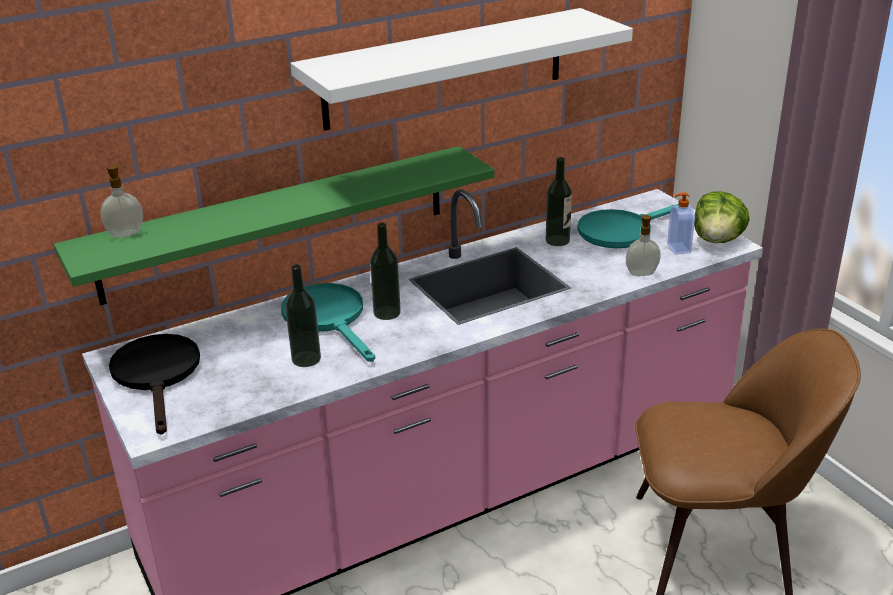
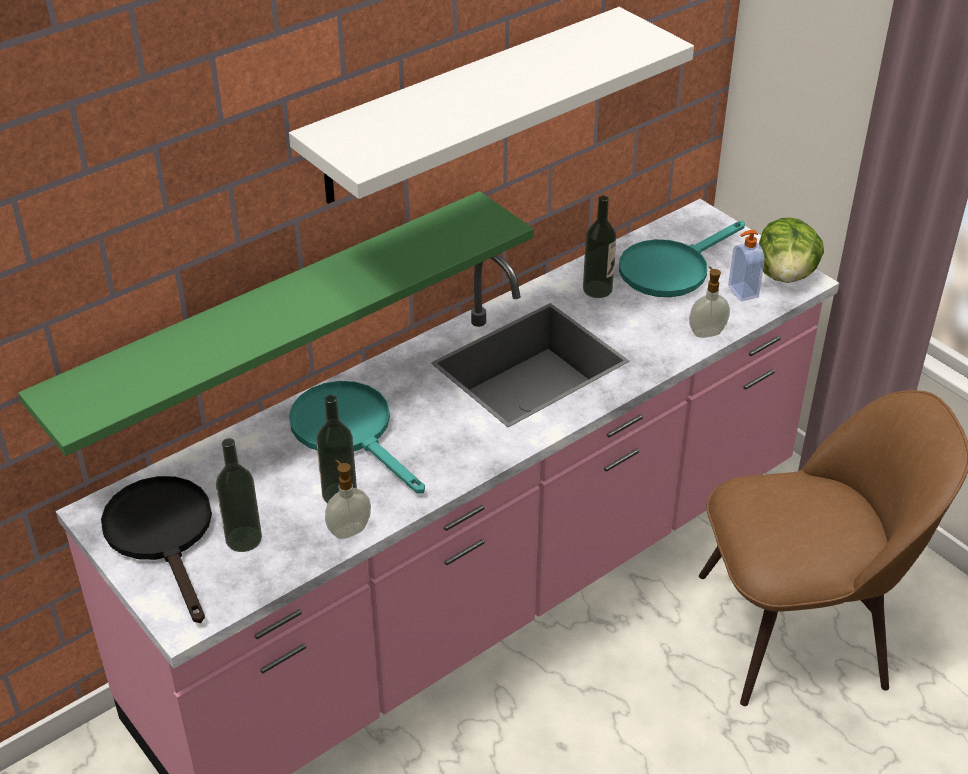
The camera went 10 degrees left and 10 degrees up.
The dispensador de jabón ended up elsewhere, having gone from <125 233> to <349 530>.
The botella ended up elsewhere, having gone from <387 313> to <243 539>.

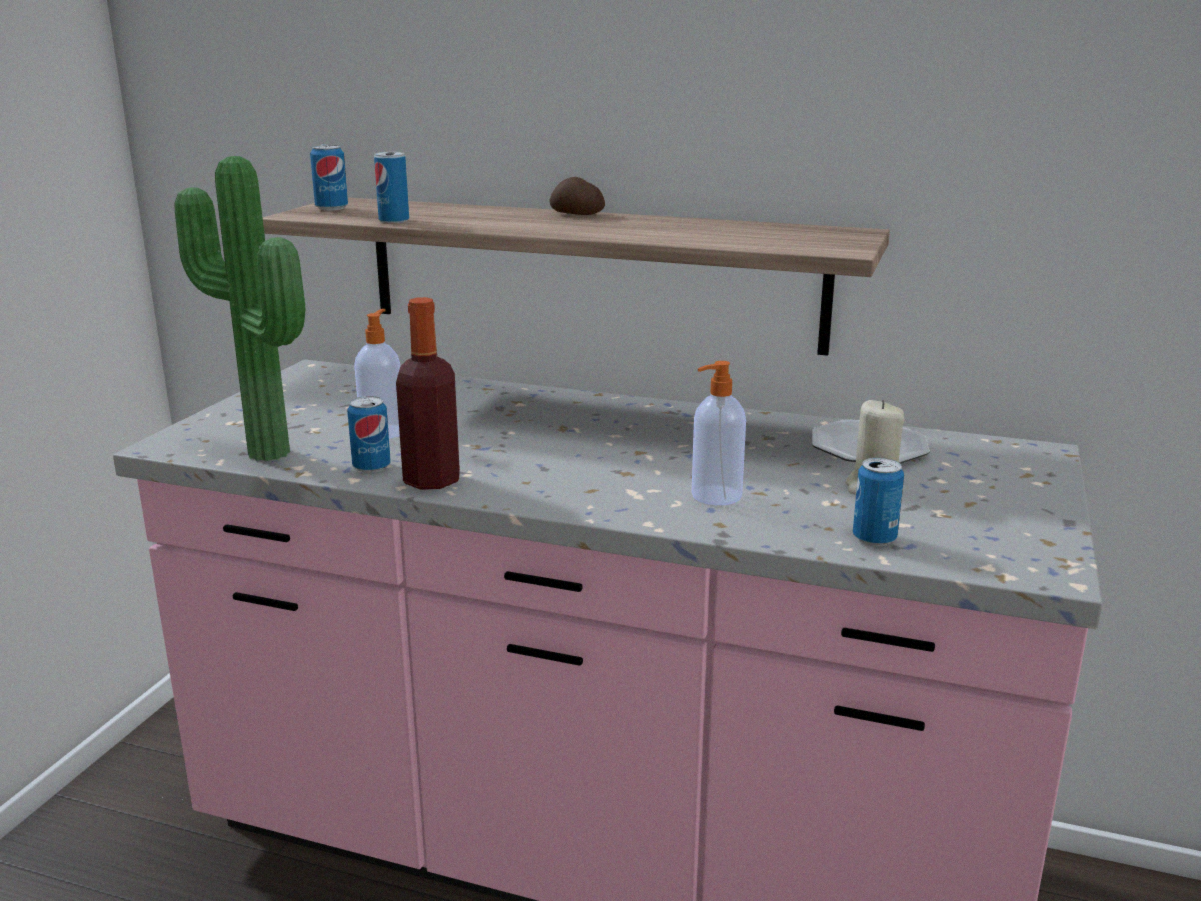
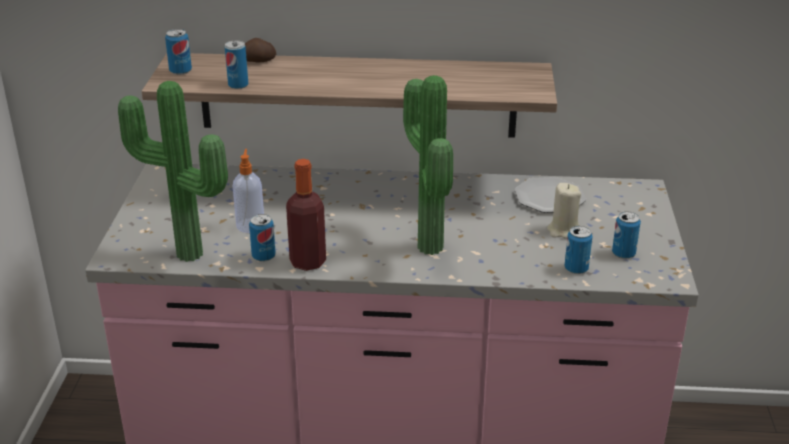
The camera went 15 degrees left and 10 degrees up.
The patata ended up elsewhere, having gone from <577 214> to <258 61>.
The second view lost the dispensador de jabón at <715 496>.
The second view gained the planta en maceta at <425 248>.
The second view gained the lata at <623 254>.

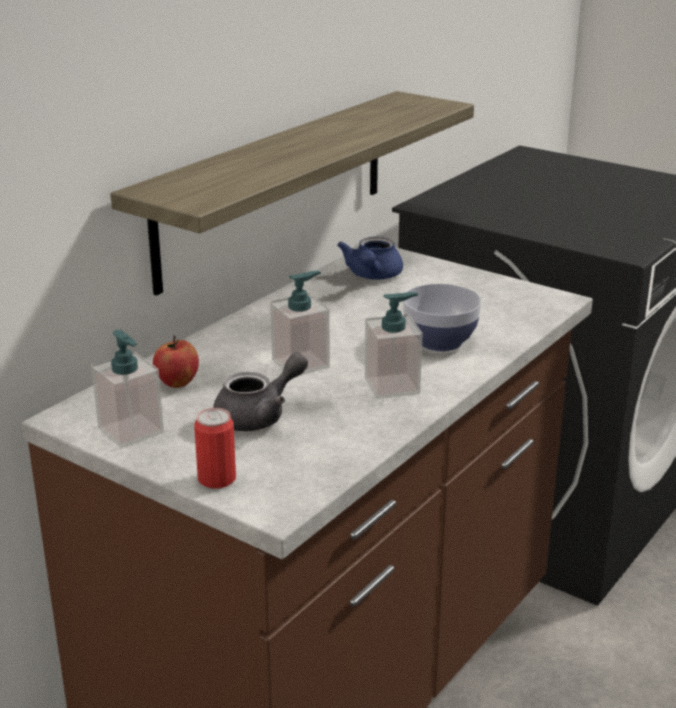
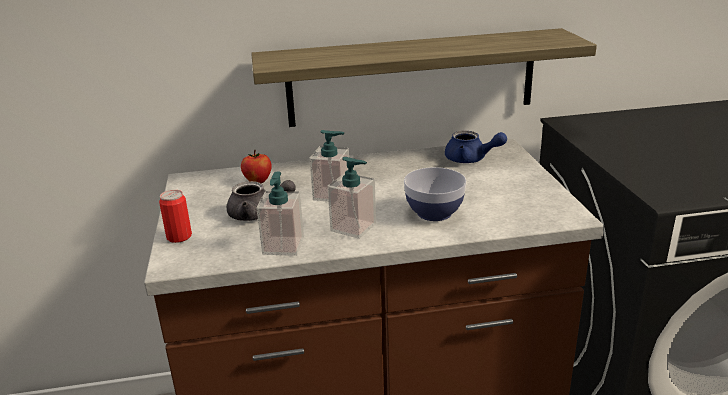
The camera went 45 degrees right and 0 degrees up.
The tetera/azul at <372 276> ended up facing another way, 120 degrees counterclockwise from before.
The dispensador de jabón ended up elsewhere, having gone from <131 431> to <283 246>.

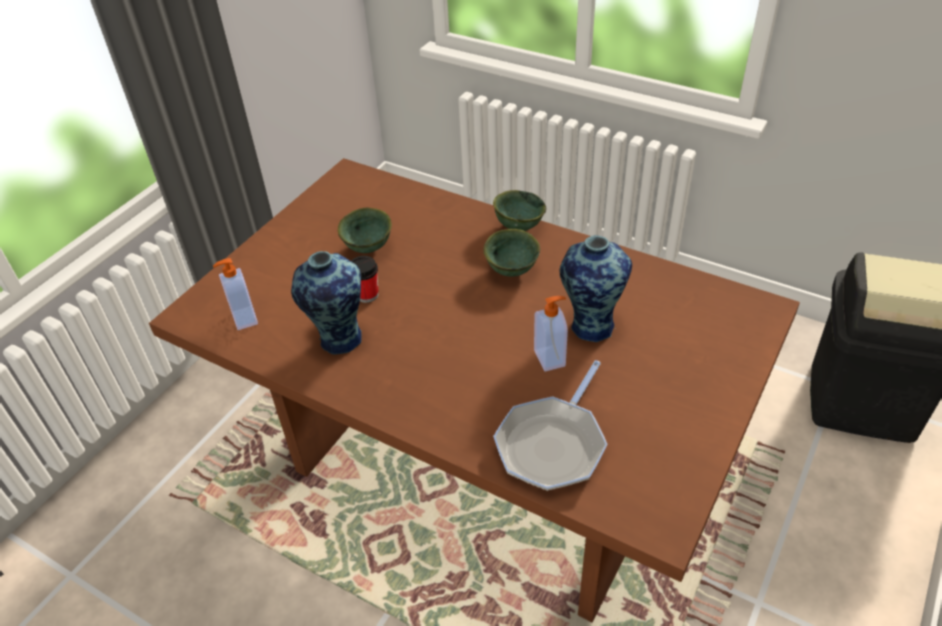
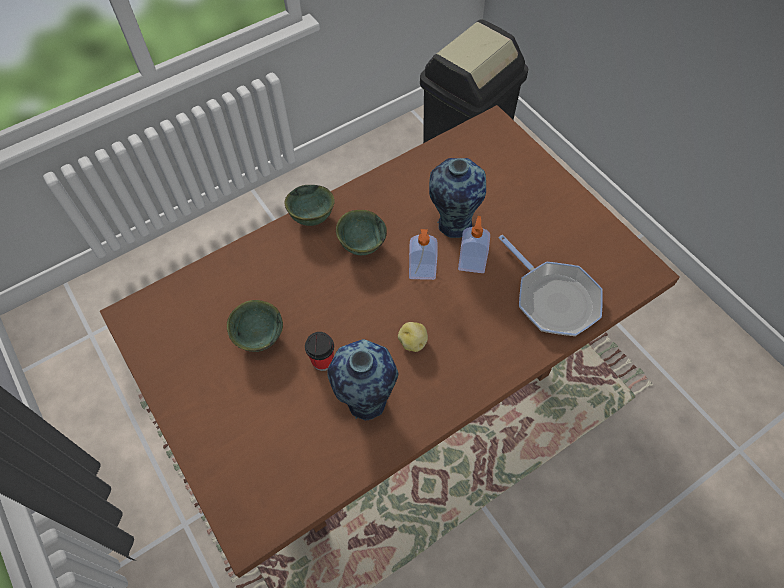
The camera went 65 degrees left and 15 degrees up.
The dispensador de jabón ended up elsewhere, having gone from <243 318> to <422 272>.
The second view gained the patata at <413 342>.

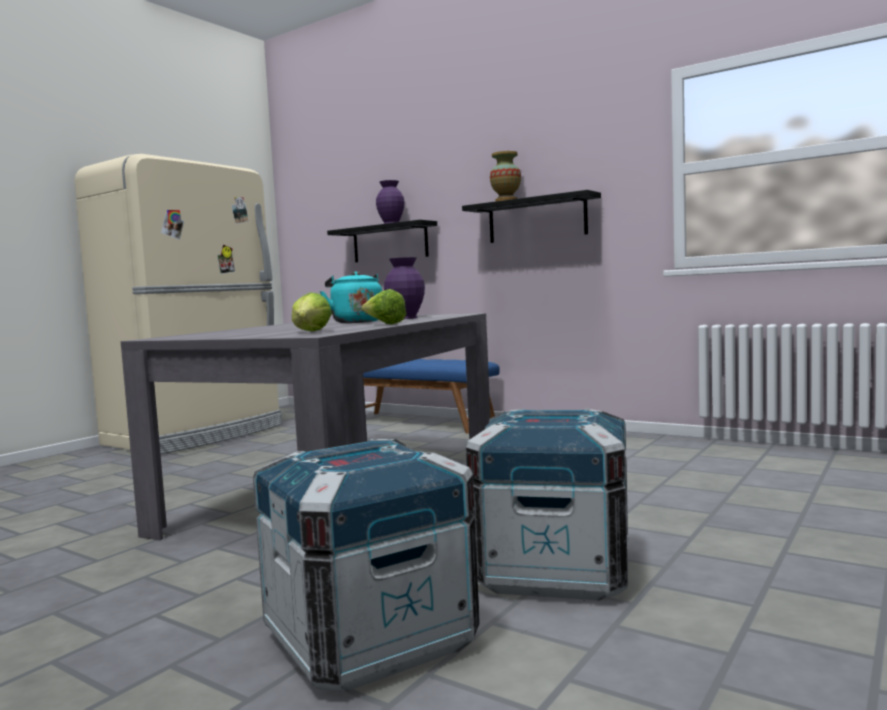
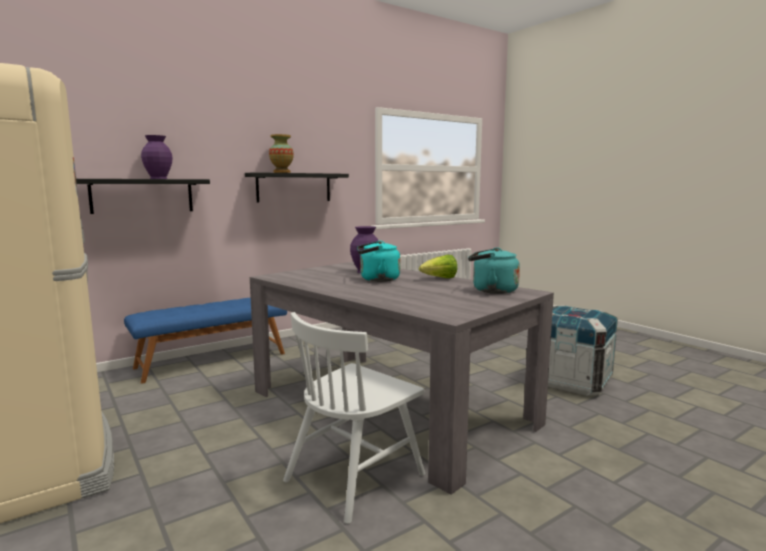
The camera went 70 degrees left and 5 degrees up.
Where the lechuga stood at <310 332>, the hervidor/turquesa came to stand at <491 290>.
The second view lost the caja de embalaje at <370 639>.
The second view gained the silla/blanco at <355 477>.

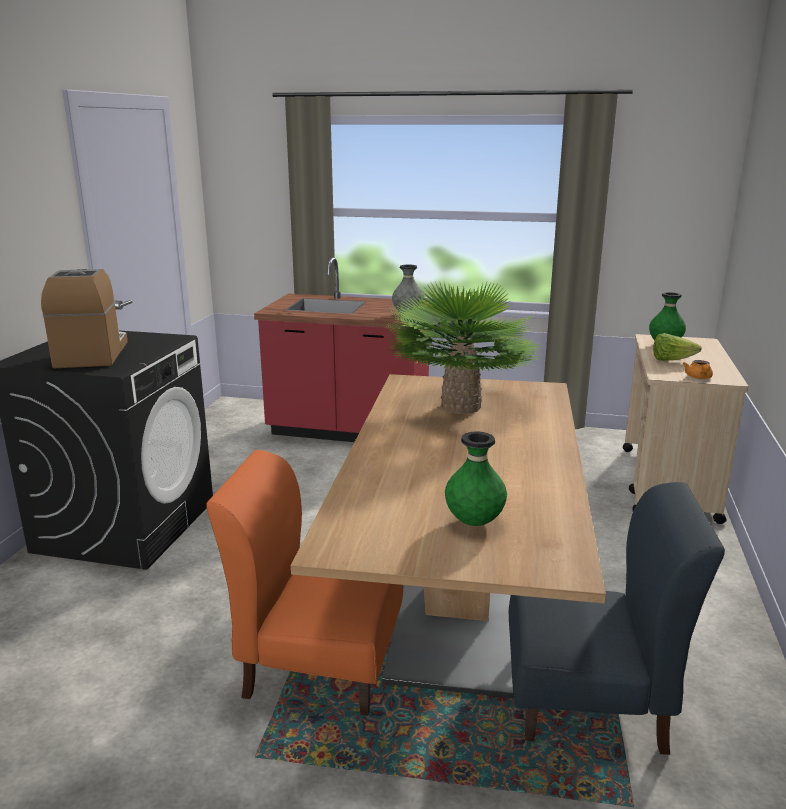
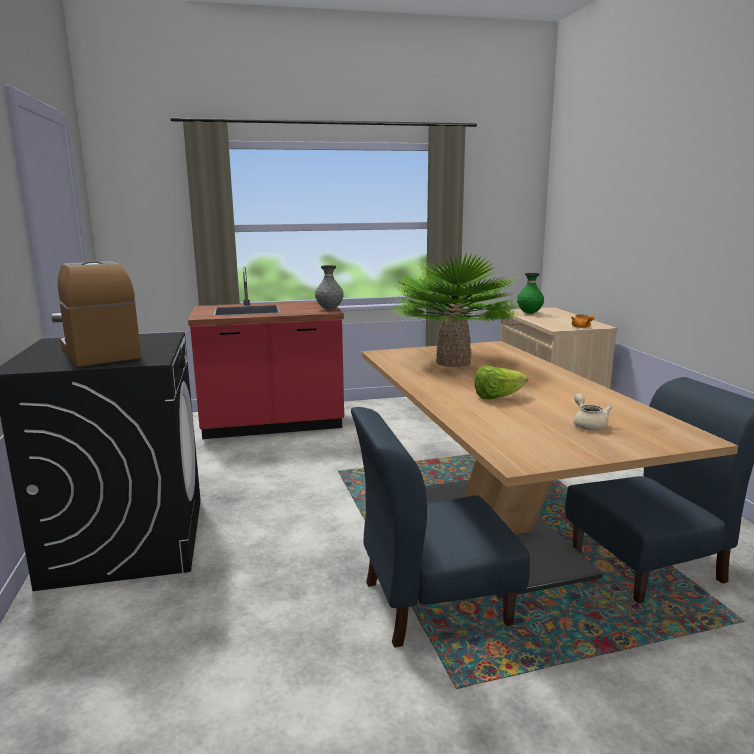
The camera went 25 degrees left and 5 degrees down.
The lechuga ended up elsewhere, having gone from <671 360> to <497 397>.
Where the florero/verde stood at <474 522>, the tetera/beis came to stand at <588 425>.
What was the silla/naranja at <318 666> turned into the silla/azul at <433 602>.

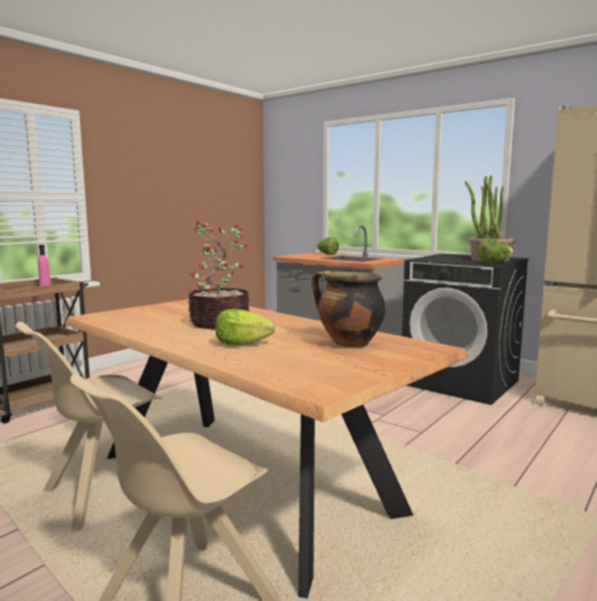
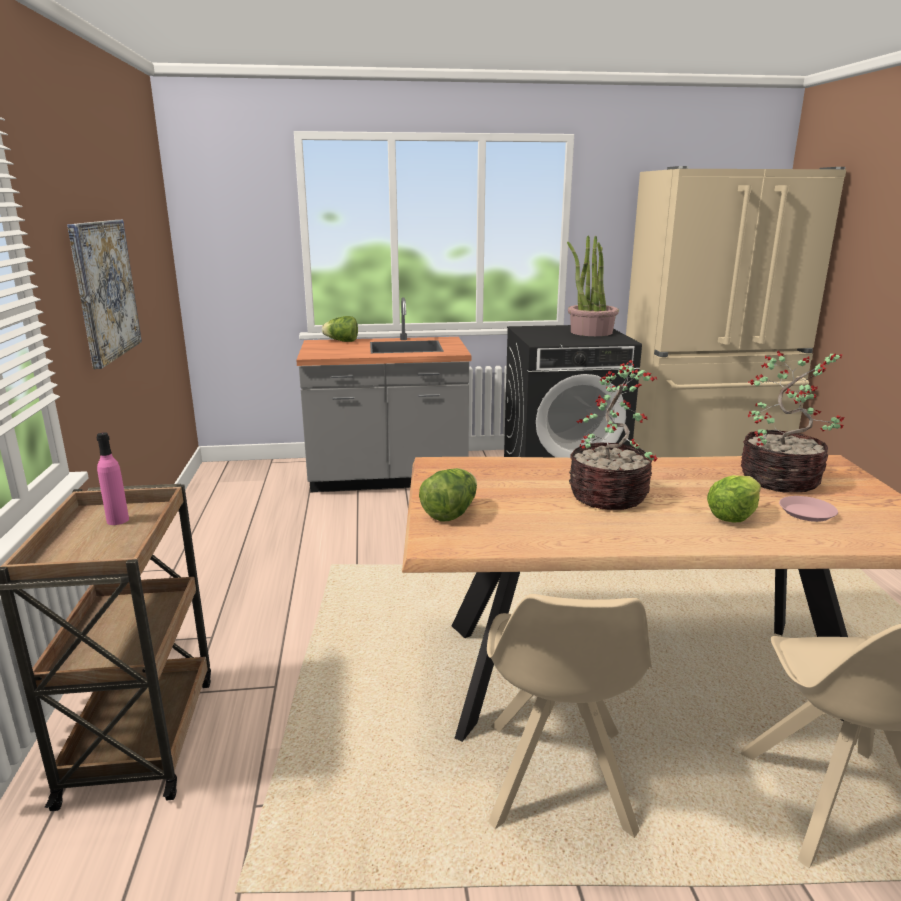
The camera went 45 degrees left and 10 degrees up.
The lechuga ended up elsewhere, having gone from <494 263> to <451 513>.
Where the olla stood at <348 343>, the planta en maceta came to stand at <781 480>.
The second view gained the cuadro at <104 290>.
The second view gained the plato/rosa at <806 513>.

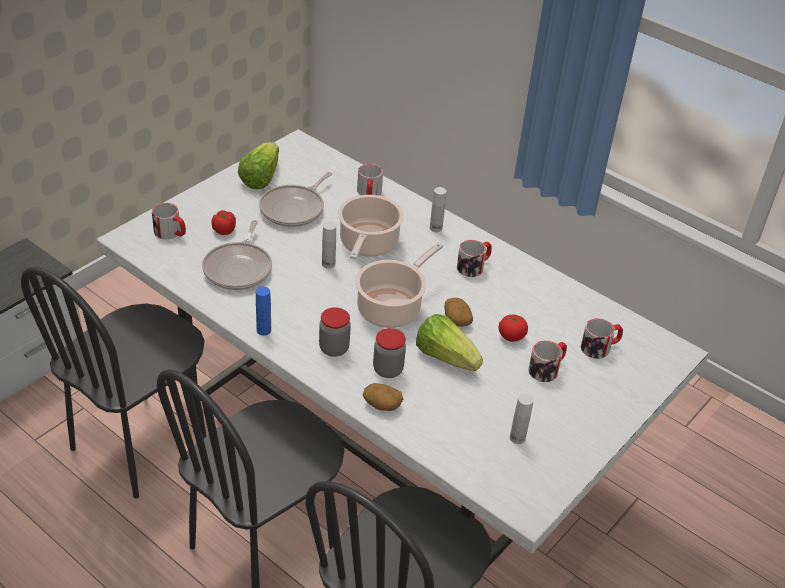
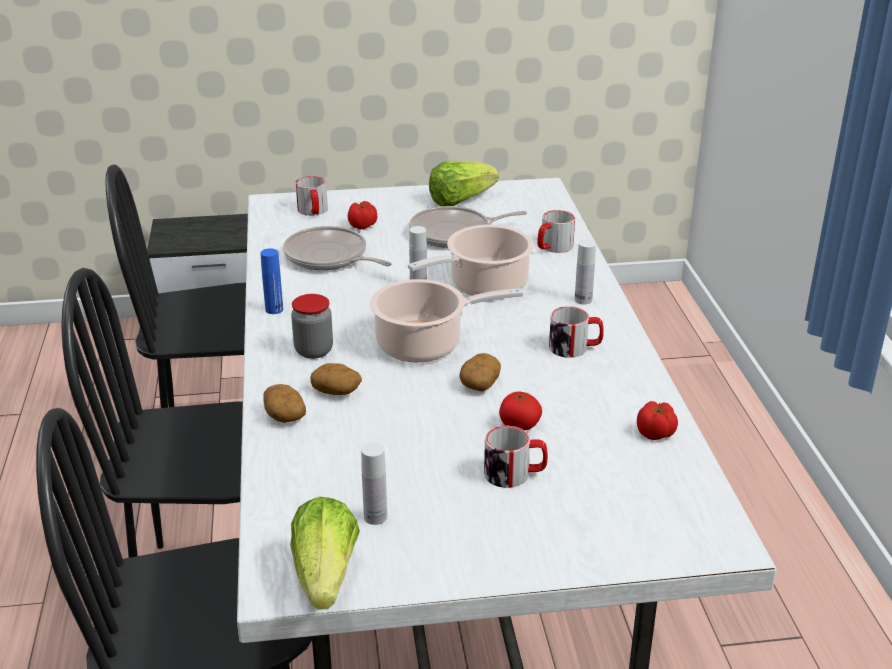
The camera went 45 degrees right and 10 degrees down.
The sartén at <239 268> ended up facing another way, 75 degrees clockwise from before.
The lechuga ended up elsewhere, having gone from <446 357> to <325 576>.
The second view lost the taza grande at <600 347>.
Where the tarro stood at <388 370>, the patata came to stand at <337 391>.
The second view gained the tomate at <656 434>.

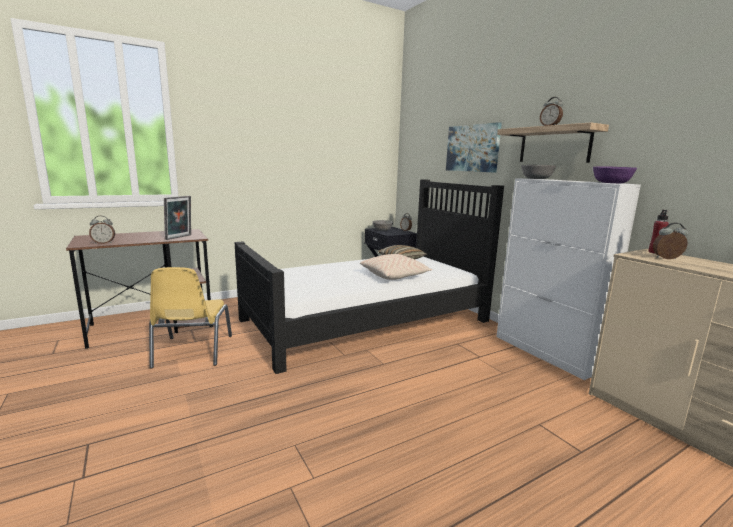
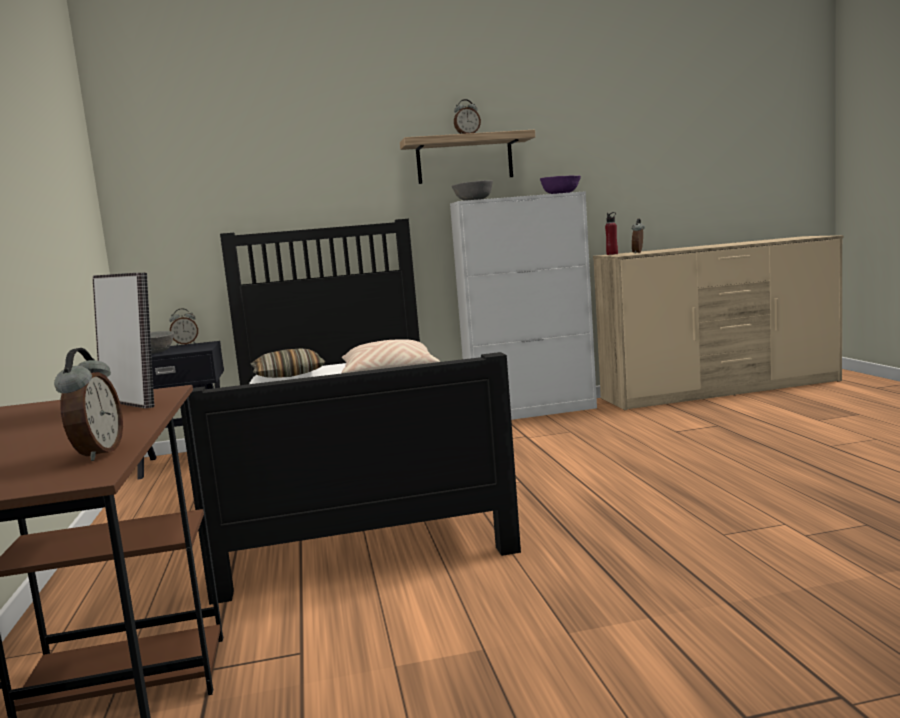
The camera went 70 degrees left and 5 degrees down.
The second view lost the cuadro at <472 148>.
The second view lost the silla/amarillo at <192 352>.

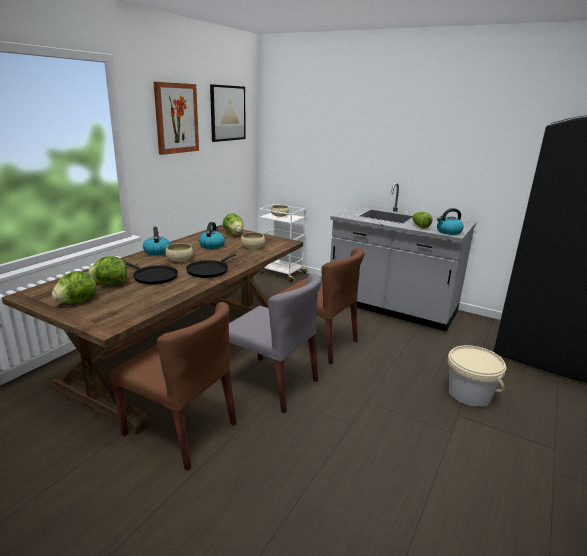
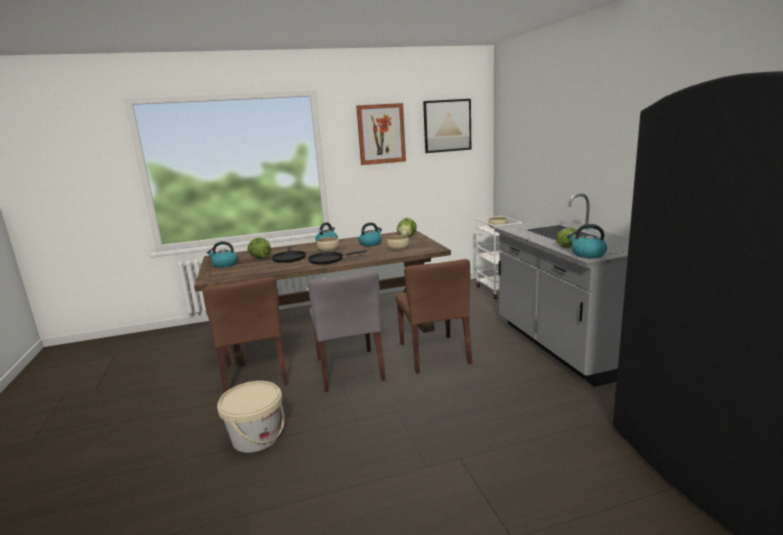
The camera went 45 degrees right and 5 degrees down.
Where the lechuga stood at <76 302>, the hervidor came to stand at <224 264>.
The cubo/beis ended up elsewhere, having gone from <469 394> to <256 437>.

